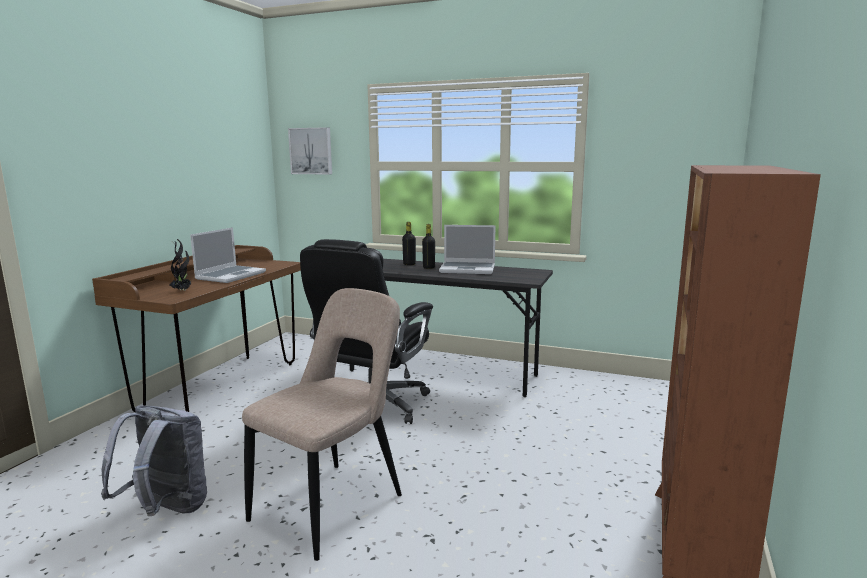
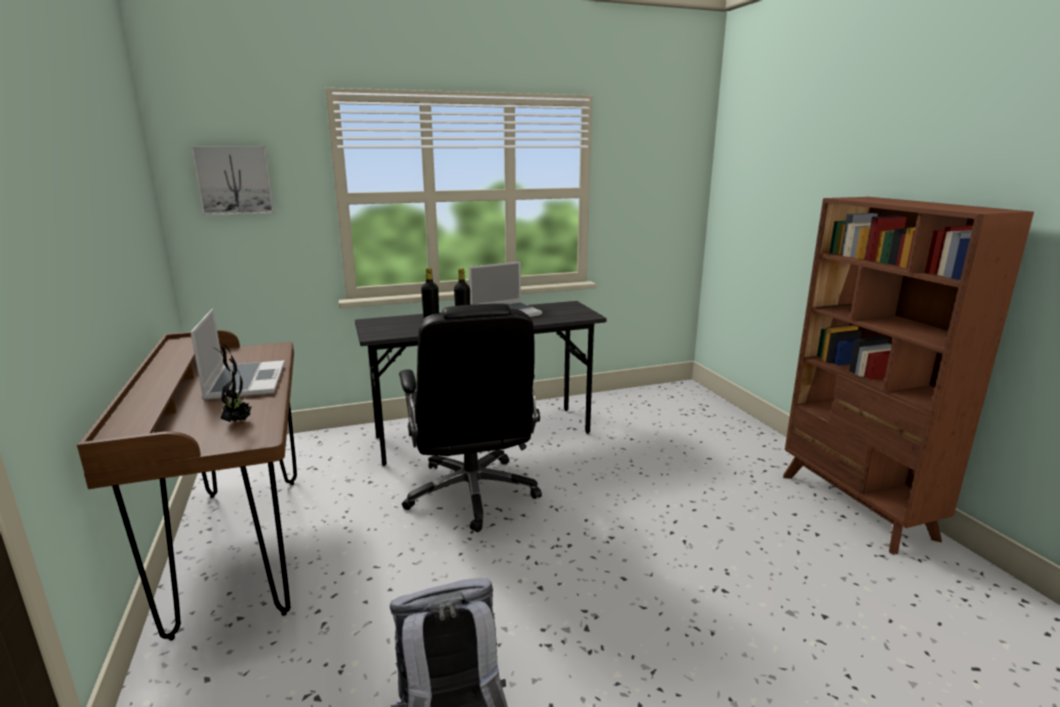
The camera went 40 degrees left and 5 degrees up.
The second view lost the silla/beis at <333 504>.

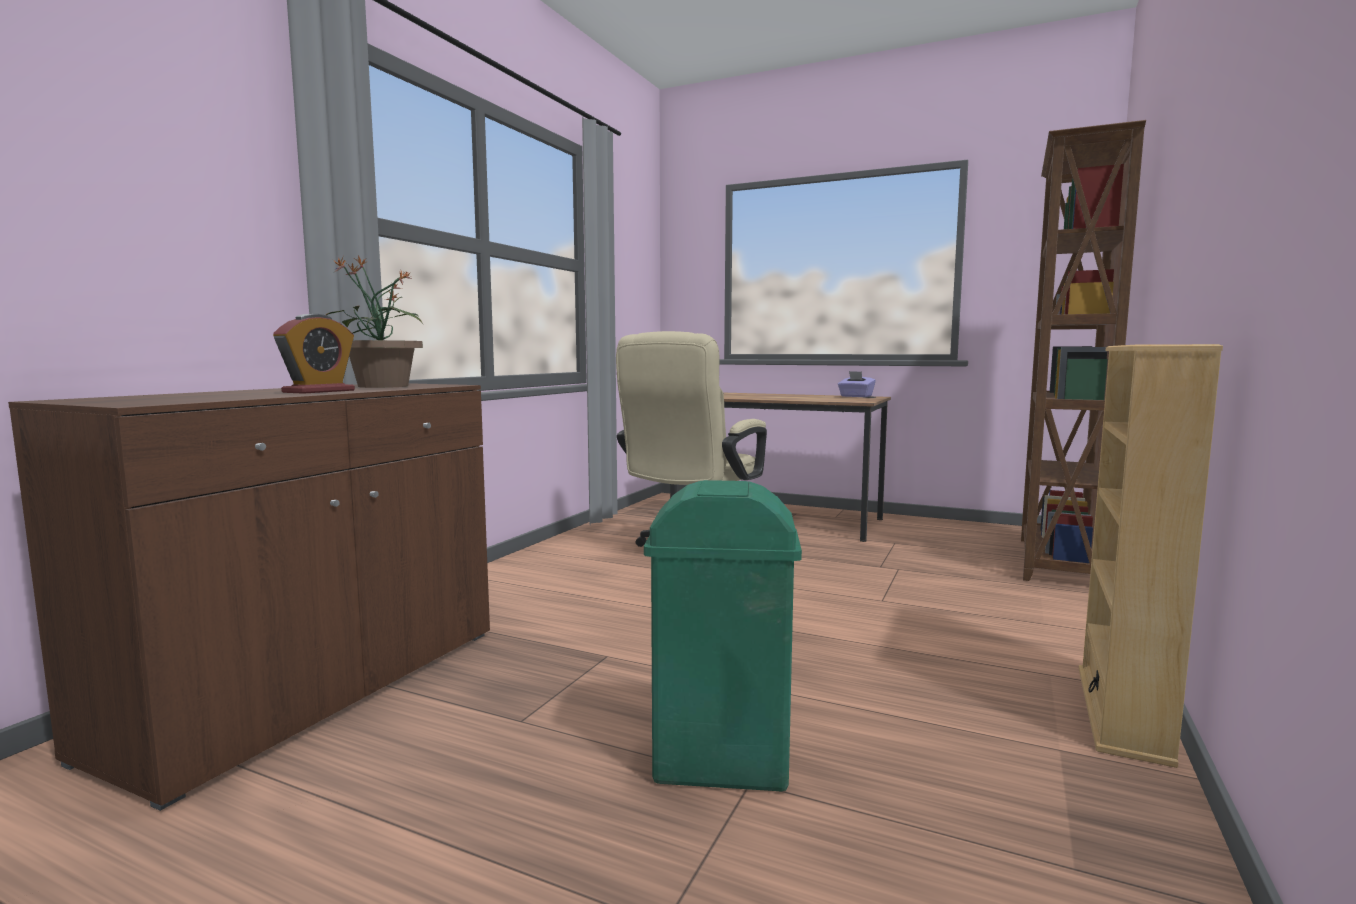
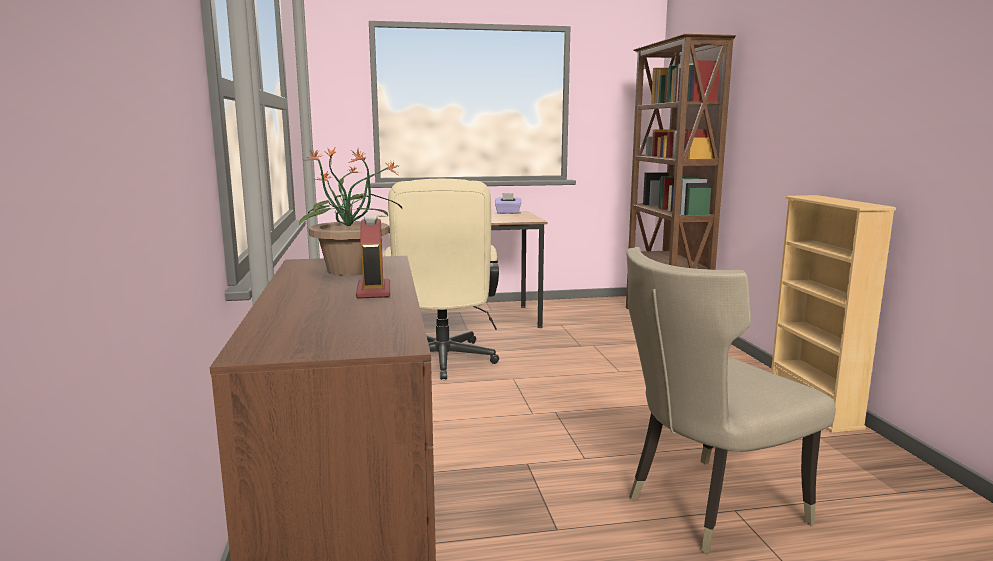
The camera went 35 degrees left and 5 degrees up.
Where the papelera/verde stood at <719 765>, the silla/beis came to stand at <707 507>.

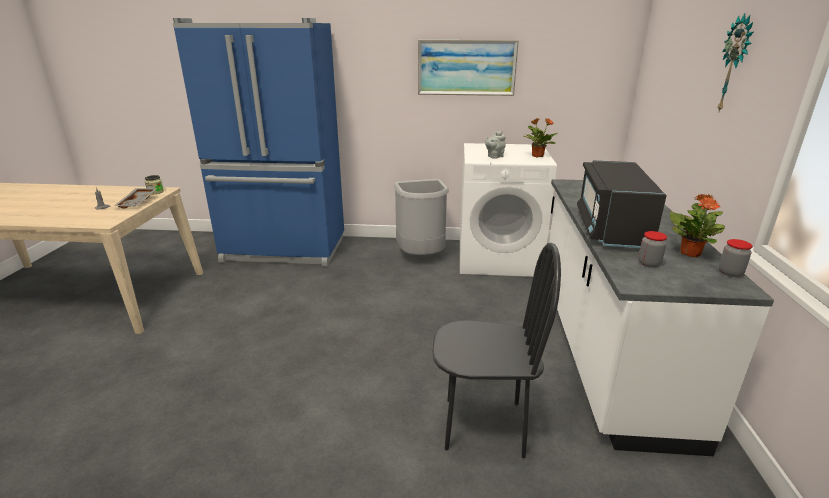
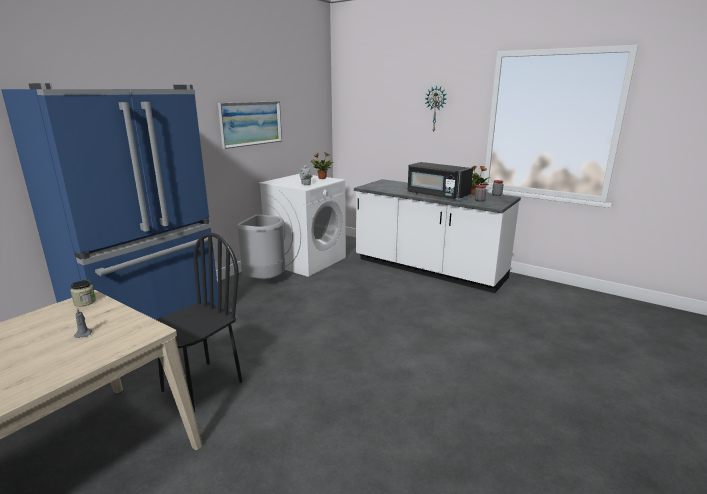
The camera went 60 degrees left and 5 degrees down.
The second view lost the bandeja/gris at <138 202>.
The silla/negro ended up elsewhere, having gone from <483 426> to <202 386>.

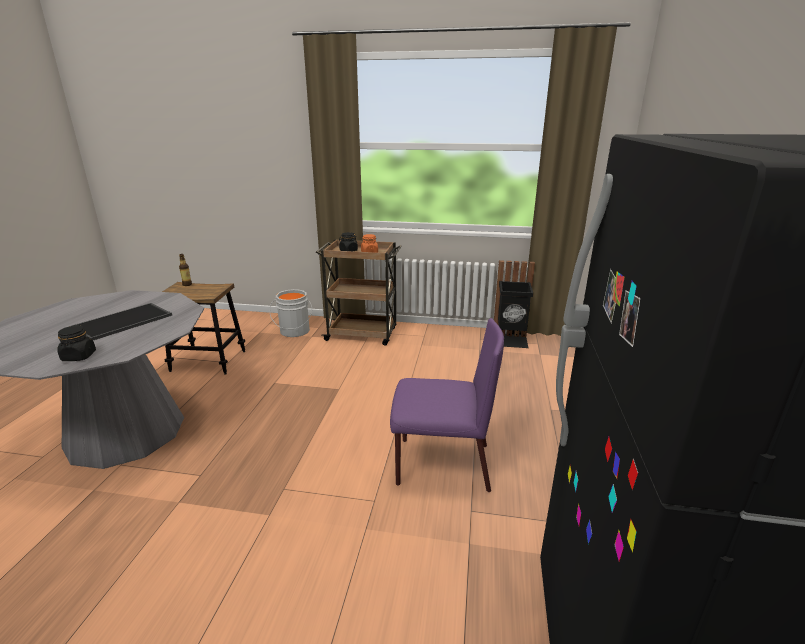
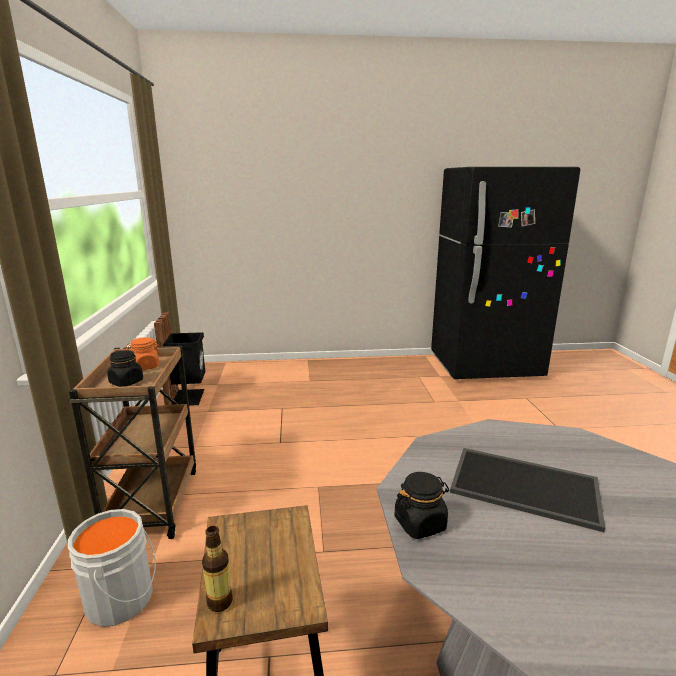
The camera went 105 degrees left and 5 degrees down.
The second view lost the silla/morado at <441 464>.
The tarro/negro ended up elsewhere, having gone from <79 356> to <420 523>.

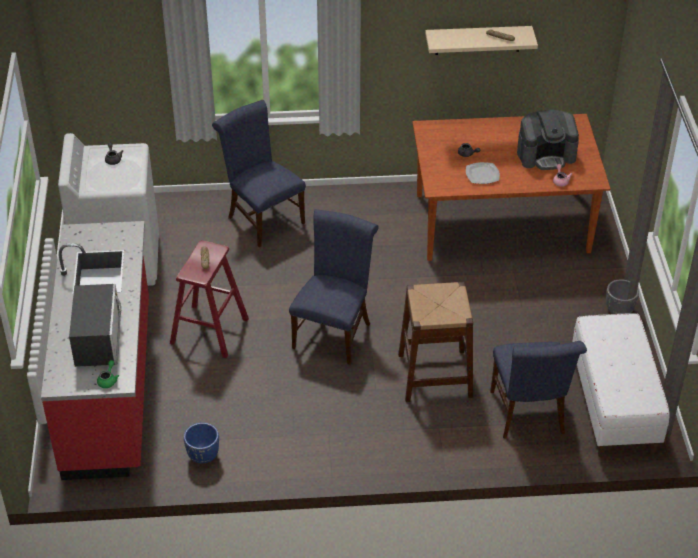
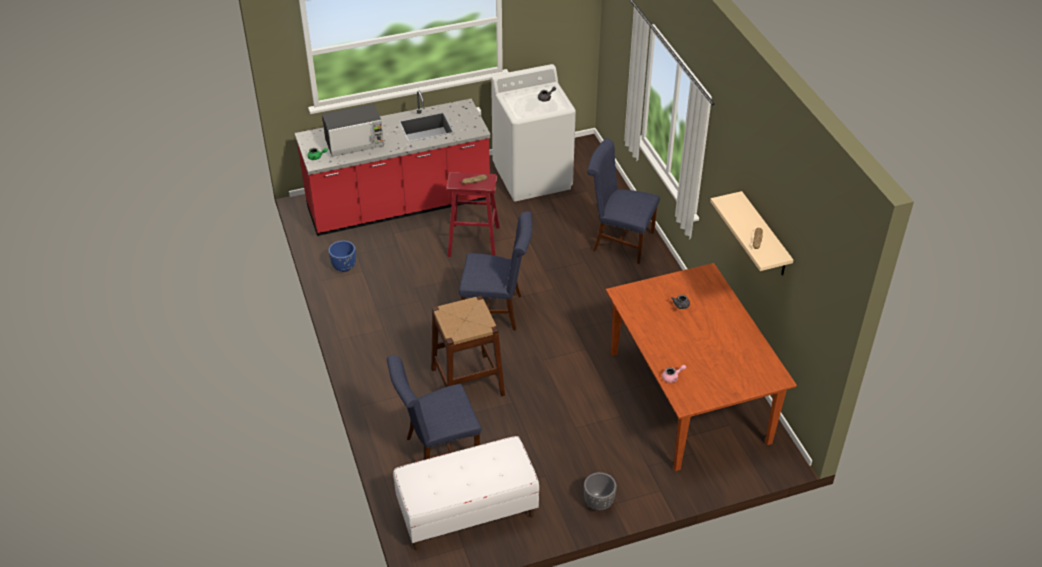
The camera went 75 degrees right and 0 degrees up.
The silla/azul at <262 218> ended up facing another way, 105 degrees counterclockwise from before.
The second view lost the cafetera at <546 155>.
The second view lost the plato at <482 174>.

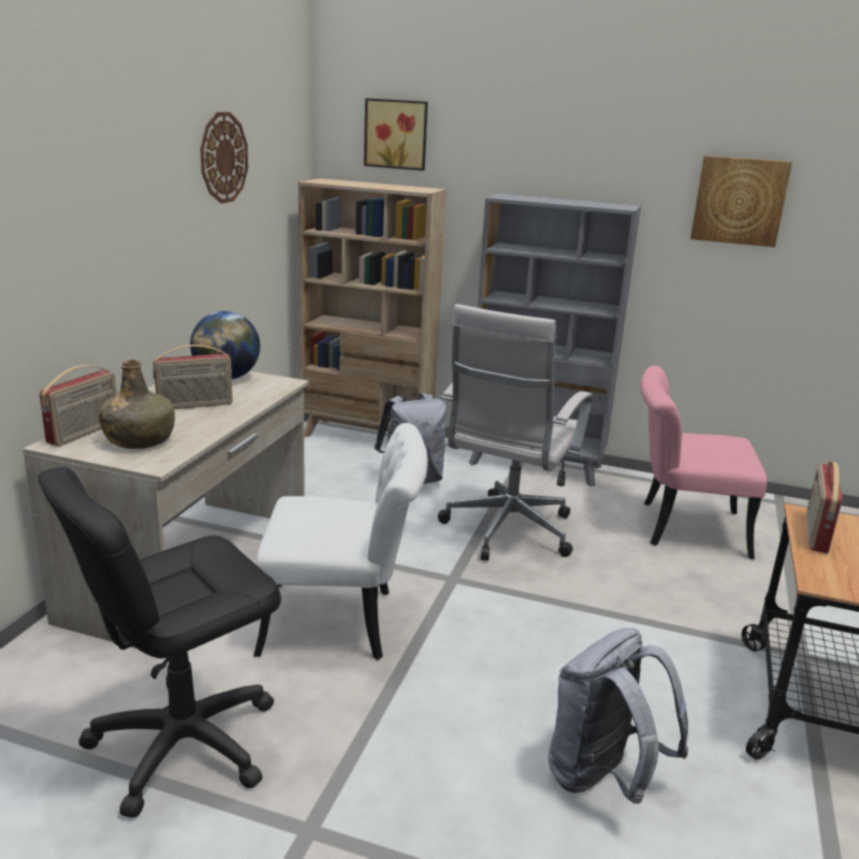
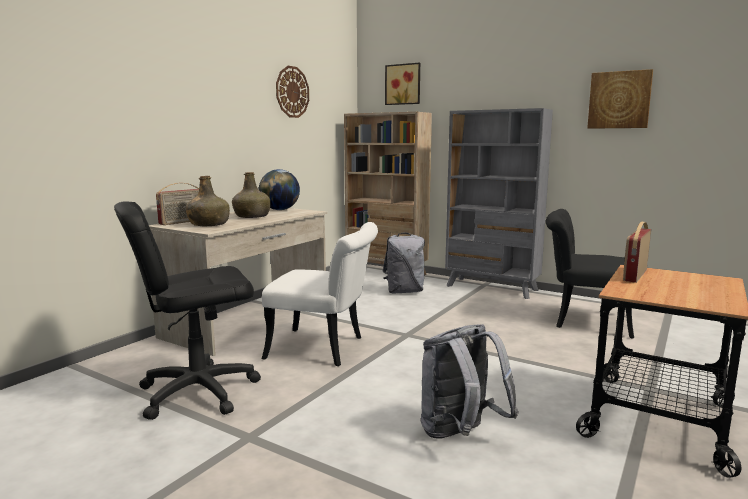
The camera went 15 degrees right and 10 degrees down.
The second view lost the silla de oficina/blanco at <506 533>.
Where the radio stood at <195 405>, the botella/verde came to stand at <252 216>.
What was the silla/rosa at <680 527> turned into the silla/negro at <583 320>.

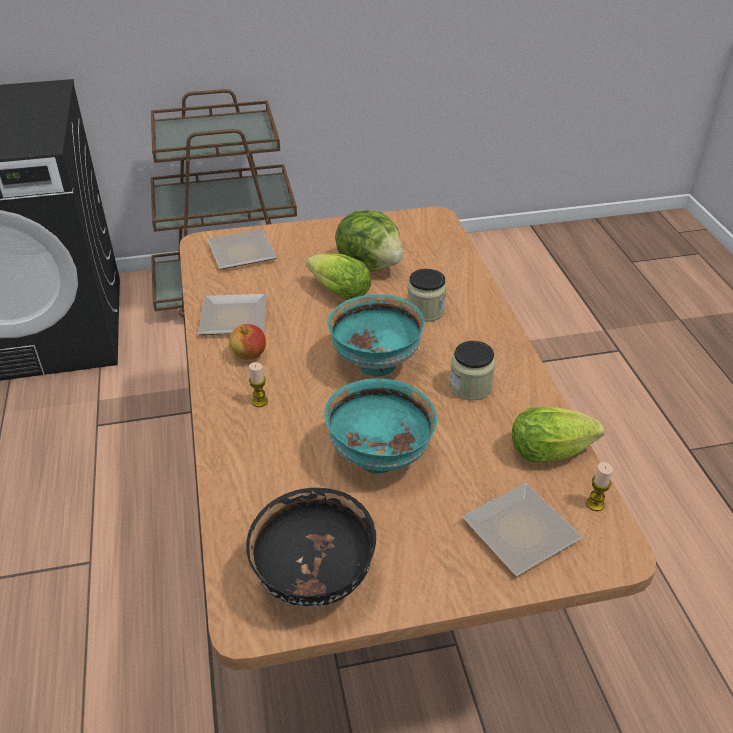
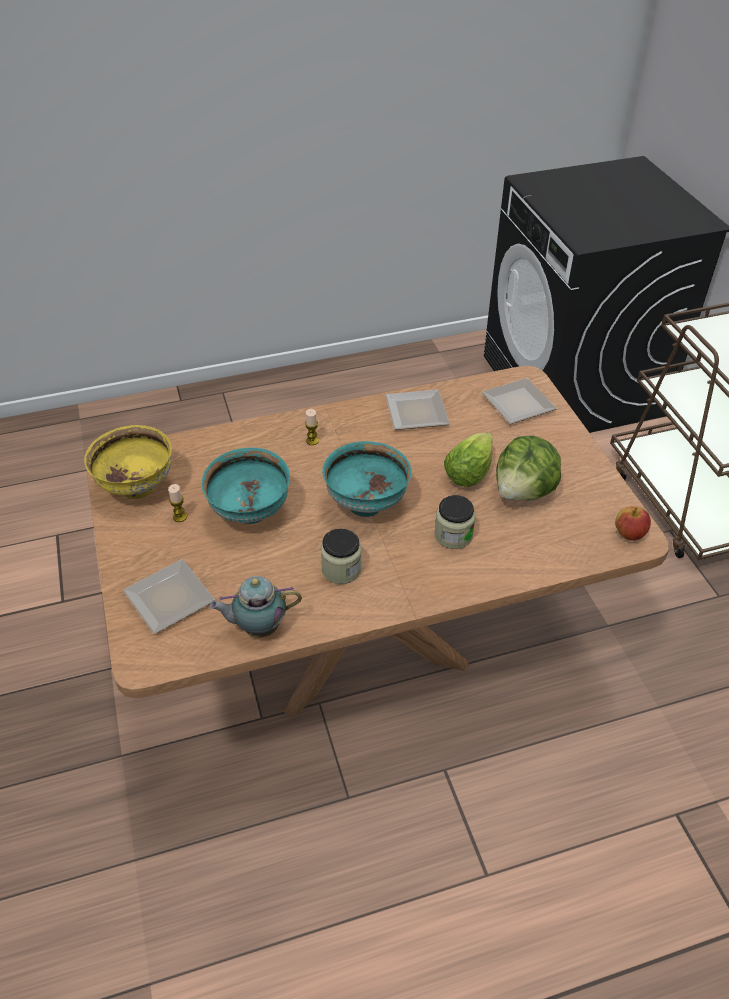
The camera went 85 degrees right and 5 degrees up.
The manzana ended up elsewhere, having gone from <249 355> to <629 534>.
Where the lechuga stood at <554 451>, the tetera came to stand at <258 627>.
The vela ended up elsewhere, having gone from <595 504> to <180 517>.
What was the cuenco/negro at <315 582> turned into the cuenco/amarillo at <136 488>.

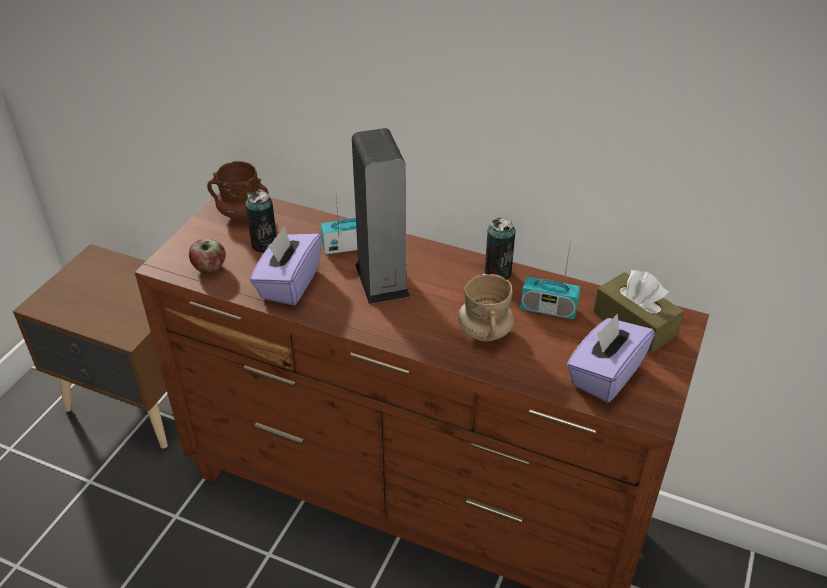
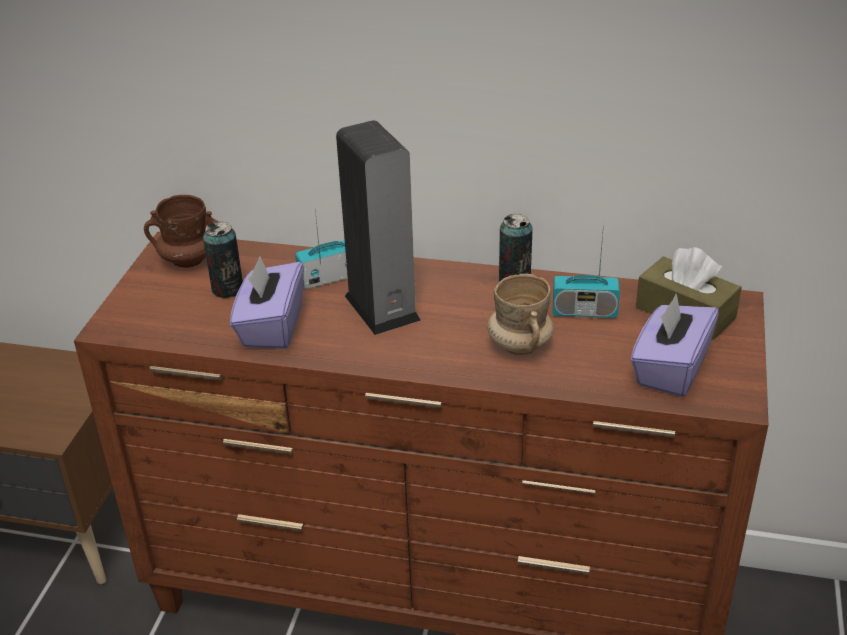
The camera went 10 degrees left and 5 degrees down.
The second view lost the manzana at <209 268>.

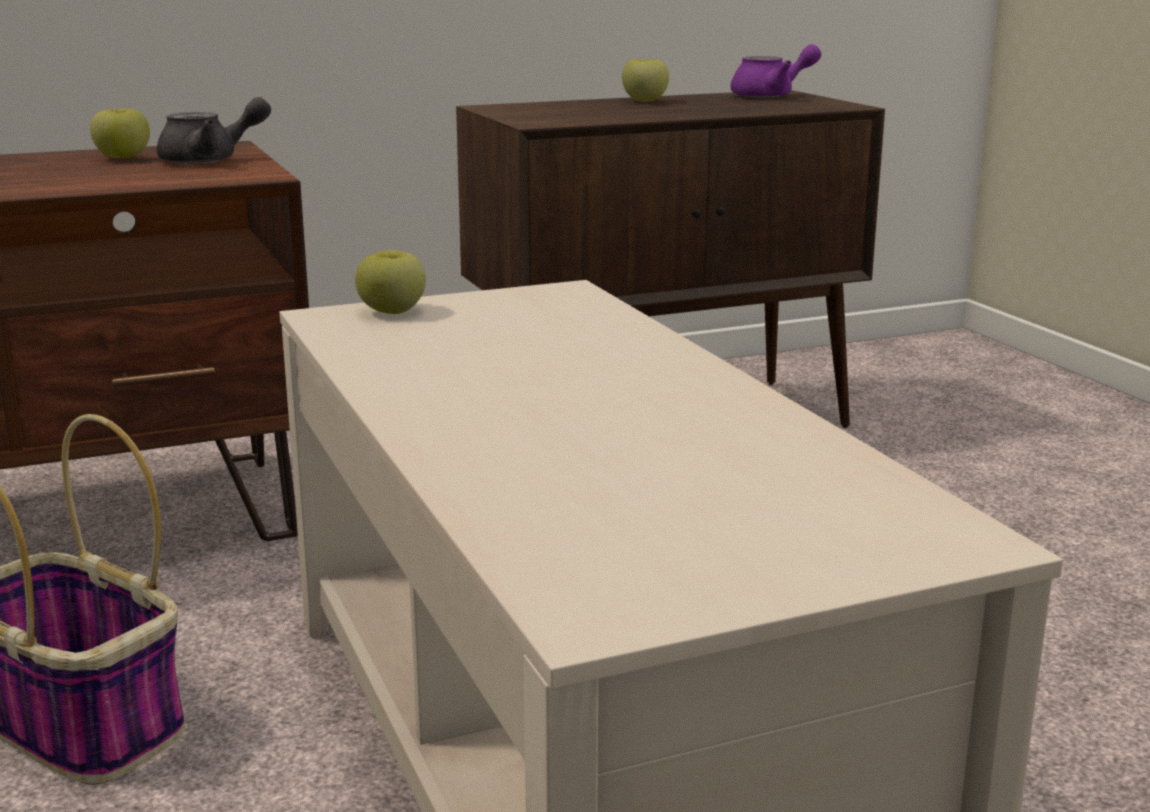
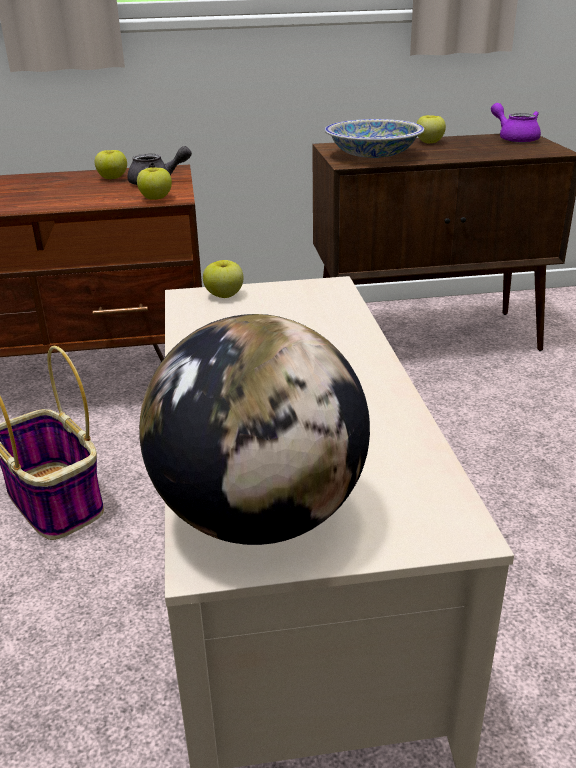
The camera went 15 degrees right and 10 degrees up.
The tetera/morado at <771 95> ended up facing another way, 120 degrees counterclockwise from before.
The second view gained the cuenco at <373 155>.
The second view gained the manzana at <156 198>.
The second view gained the globo terráqueo at <260 517>.

